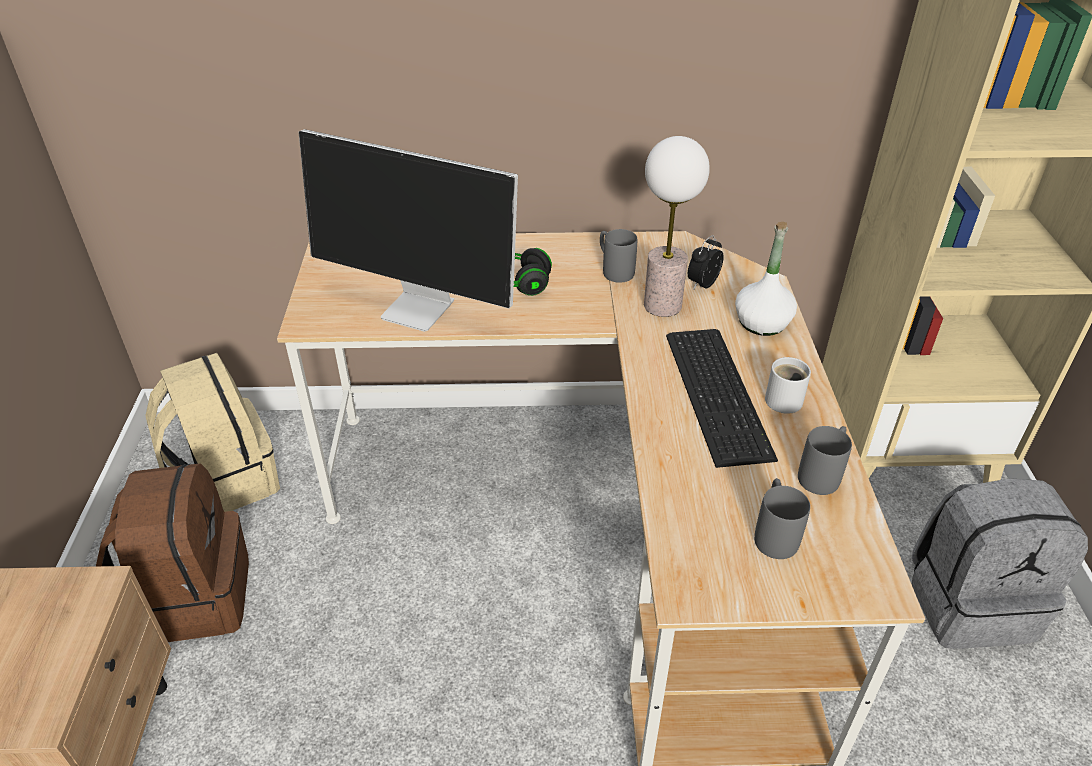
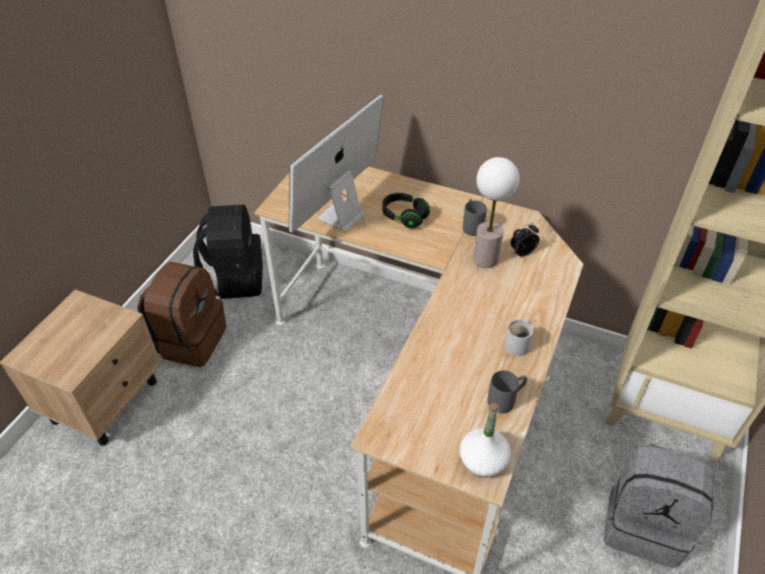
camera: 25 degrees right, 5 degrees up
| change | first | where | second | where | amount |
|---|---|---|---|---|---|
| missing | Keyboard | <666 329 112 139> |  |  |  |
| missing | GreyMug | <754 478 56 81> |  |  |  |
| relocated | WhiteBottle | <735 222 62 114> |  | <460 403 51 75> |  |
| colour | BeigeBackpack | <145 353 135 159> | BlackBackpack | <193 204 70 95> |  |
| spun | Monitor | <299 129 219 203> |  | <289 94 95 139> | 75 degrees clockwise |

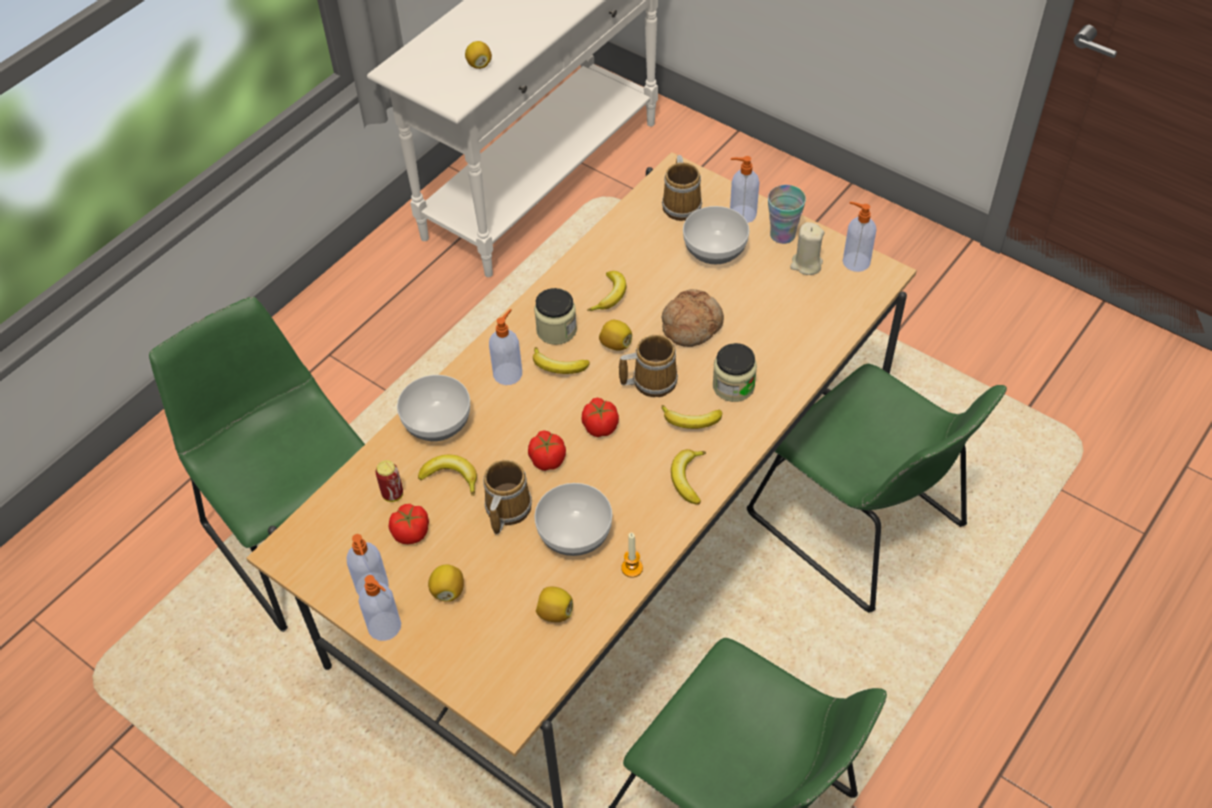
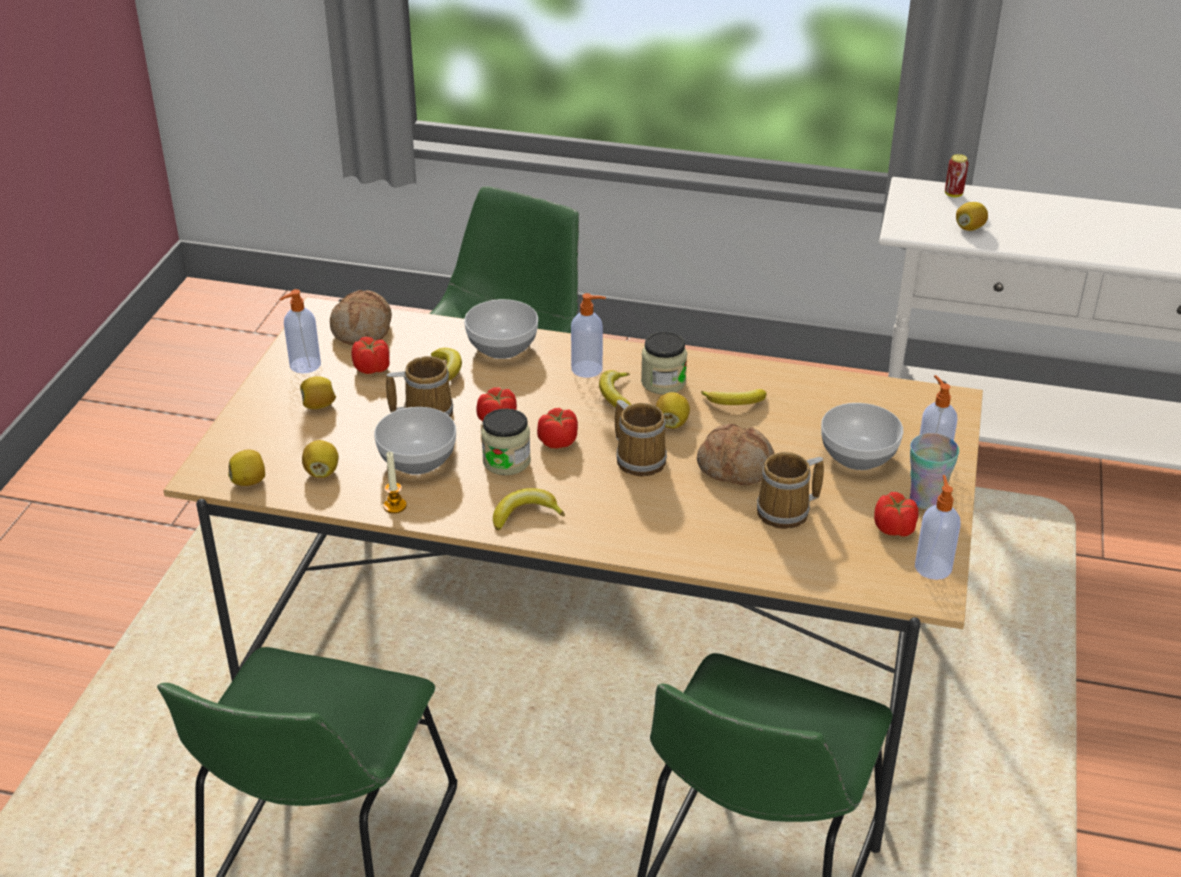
camera: 65 degrees right, 15 degrees down
| change | first | where | second | where | amount |
|---|---|---|---|---|---|
| missing | SoapDispenser | <359 575 42 66> |  |  |  |
| missing | Banana | <662 405 60 24> |  |  |  |
| appeared |  |  | Lemon | <228 450 37 36> |  |
| appeared |  |  | Bread | <330 290 62 55> |  |
| relocated | Can | <375 460 28 42> |  | <945 154 23 43> |  |
| relocated | Mug | <662 155 40 66> |  | <757 452 67 77> |  |
| relocated | Jar | <713 343 44 59> |  | <481 408 50 67> |  |
| exchanged | BeigeCandle | <790 222 34 53> | Tomato | <874 492 44 45> |  |

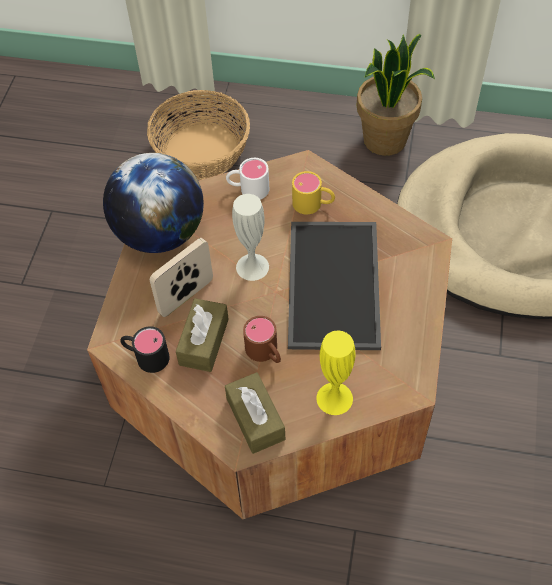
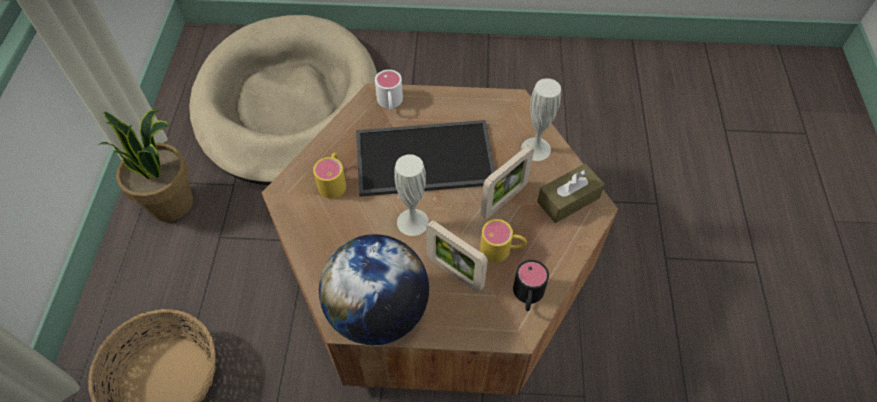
camera: 100 degrees left, 0 degrees up
| change | first | where | second | where | amount |
|---|---|---|---|---|---|
| relocated | WhiteMug | <226 158 43 42> |  | <375 70 28 41> |  |
| exchanged | BrownTissueBox | <176 298 53 74> | YellowMug | <480 219 47 43> |  |
| exchanged | BrownMug | <243 316 38 47> | PictureFrame | <481 145 53 74> |  |
| colour | YellowVase | <316 331 40 84> | WhiteVase | <521 78 40 83> |  |

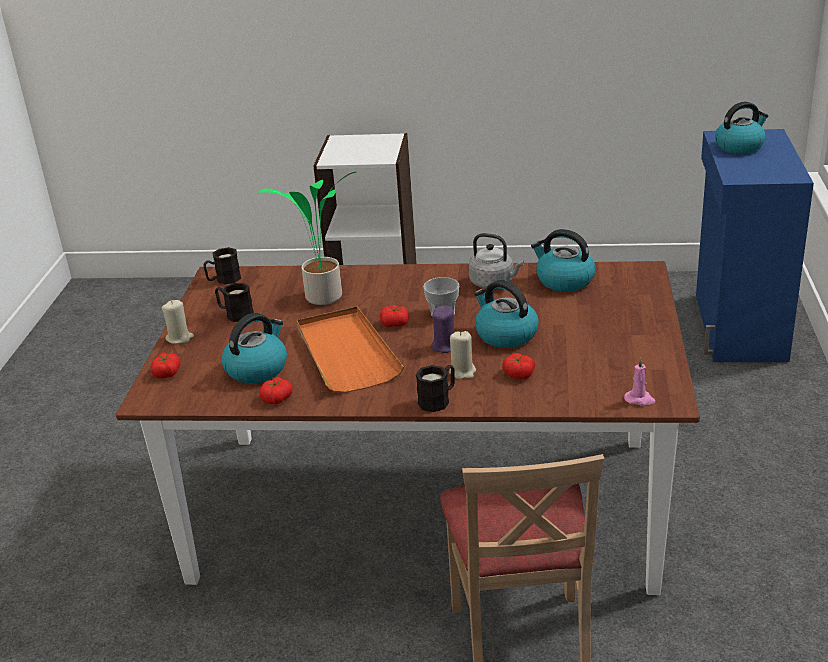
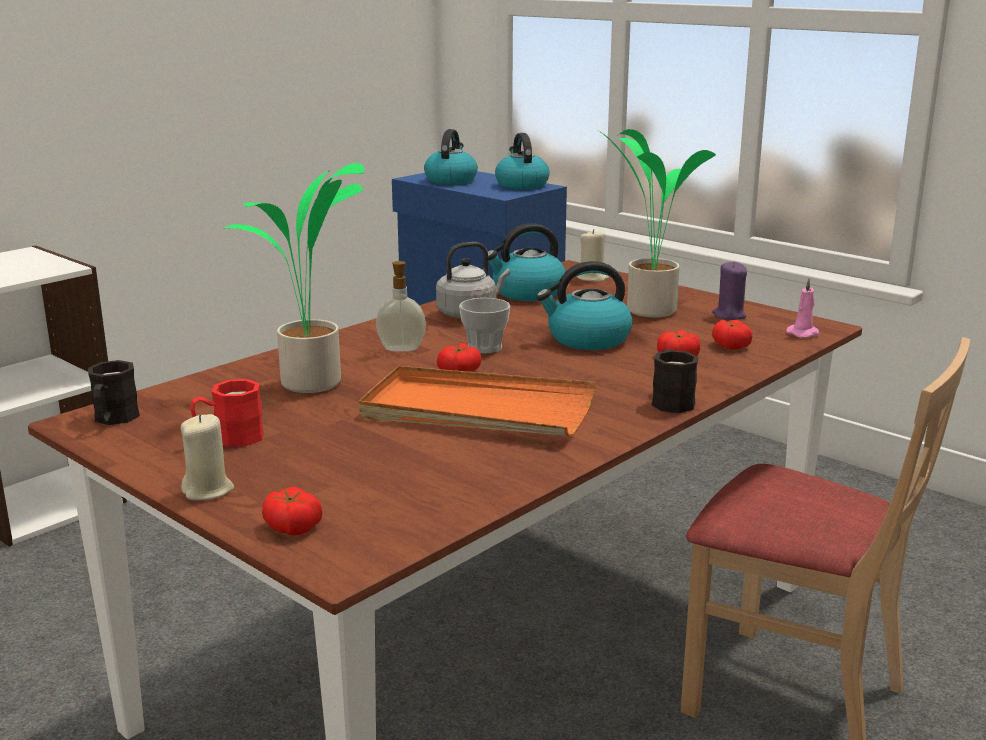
camera: 55 degrees left, 10 degrees down
| change | first | where | second | where | amount |
|---|---|---|---|---|---|
| appeared |  |  | SoapDispenser | <376 261 50 90> |  |
| appeared |  |  | PottedPlant | <597 129 119 189> |  |
| relocated | Kettle | <222 313 65 71> |  | <495 133 55 57> |  |
| relocated | Tomato | <259 377 34 27> |  | <712 320 41 30> |  |
| relocated | PurpleCandle | <431 306 23 47> |  | <712 261 35 59> |  |
| relocated | BeigeCandle | <449 331 27 48> |  | <576 229 33 53> |  |
| colour | BlackMug | <215 283 39 39> | RedMug | <190 379 74 68> |  |

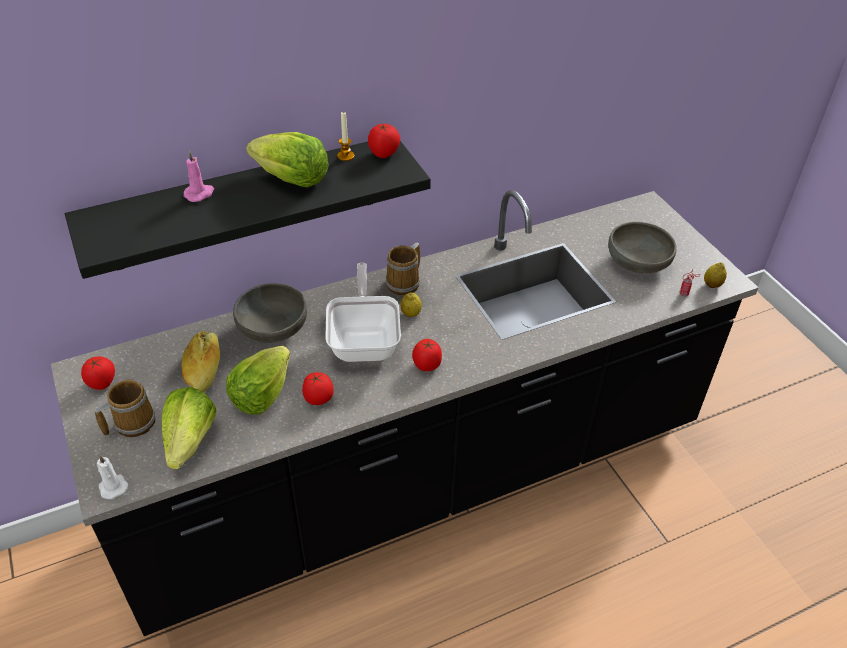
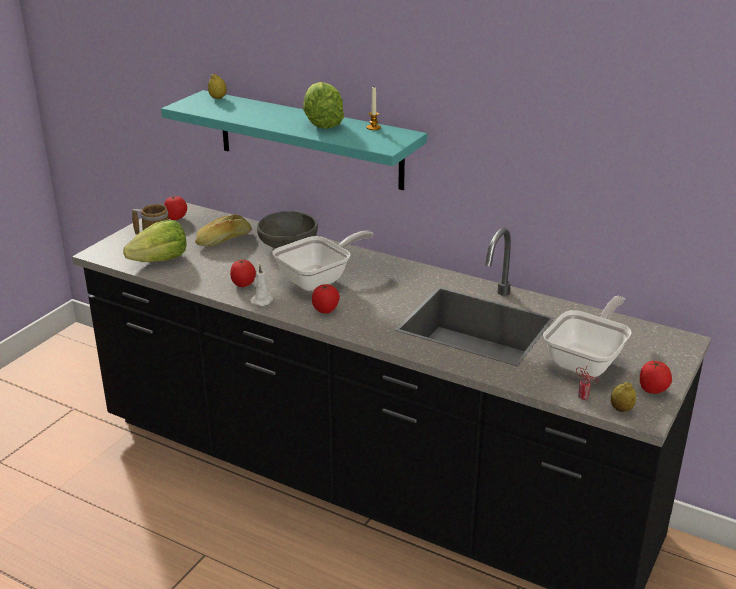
camera: 55 degrees right, 15 degrees down
| change | first | where | second | where | amount |
|---|---|---|---|---|---|
| missing | PinkCandle | <184 151 30 51> |  |  |  |
| missing | Lettuce | <226 346 64 69> |  |  |  |
| missing | Mug | <385 243 35 52> |  |  |  |
| relocated | WhiteCandle | <97 455 31 44> |  | <250 265 23 41> |  |
| relocated | Tomato | <368 123 32 35> |  | <640 360 32 34> |  |
| relocated | Lemon | <401 292 21 25> |  | <208 74 19 25> |  |
| exchanged | GreyBowl | <608 222 69 51> | FryingPan | <543 296 89 81> |  |
| colour | BlackShelf | <65 141 366 138> | TurquoiseShelf | <161 90 266 100> |  |

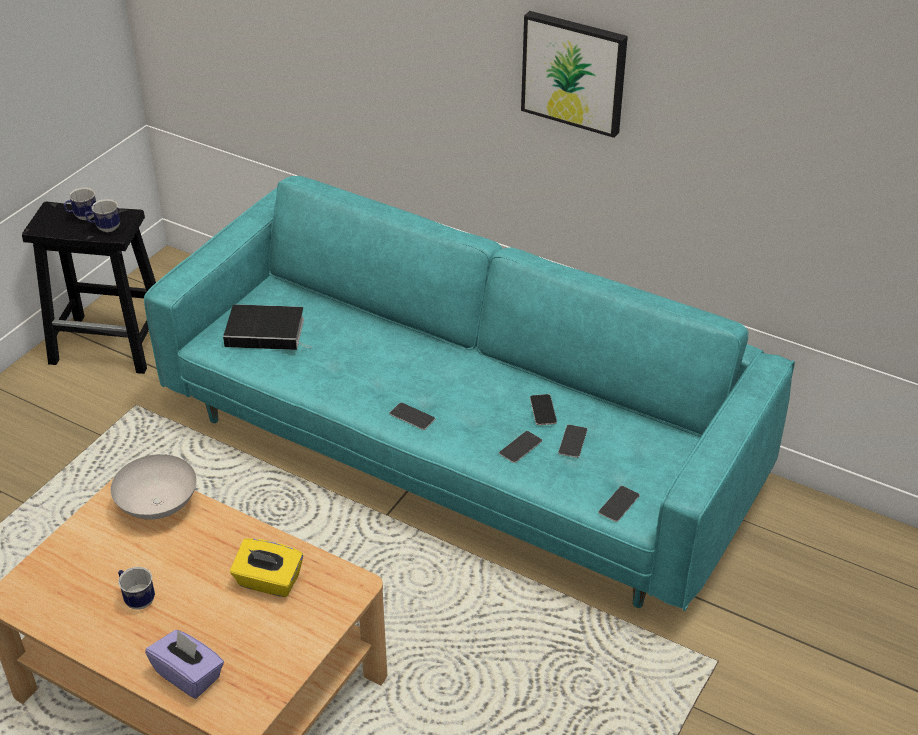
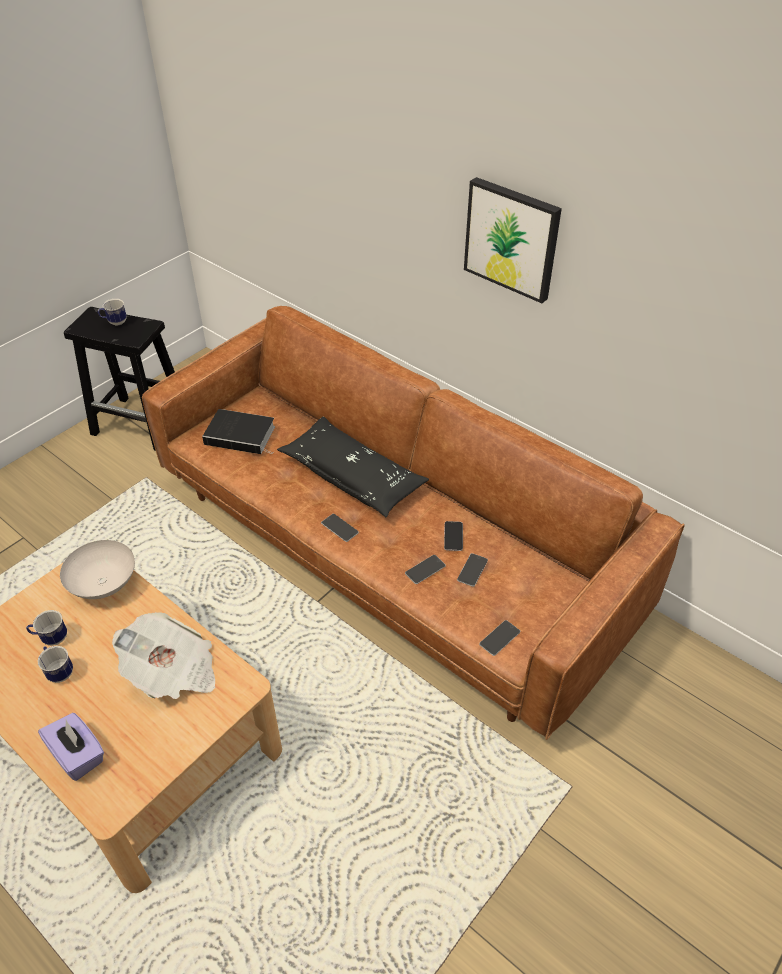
camera: 10 degrees right, 5 degrees up
| change | first | where | second | where | amount |
|---|---|---|---|---|---|
| appeared |  |  | BlackPillow | <277 416 152 101> |  |
| relocated | Mug | <85 199 35 33> |  | <26 610 41 36> |  |
| exchanged | YellowTissueBox | <230 538 73 59> | Newspaper | <112 612 103 87> |  |
| colour | TurquoiseSofa | <144 176 651 435> | BrownSofa | <142 306 543 434> |  |

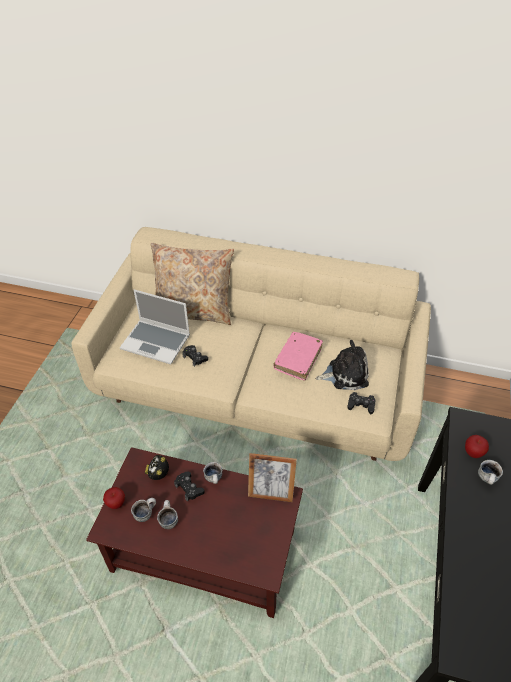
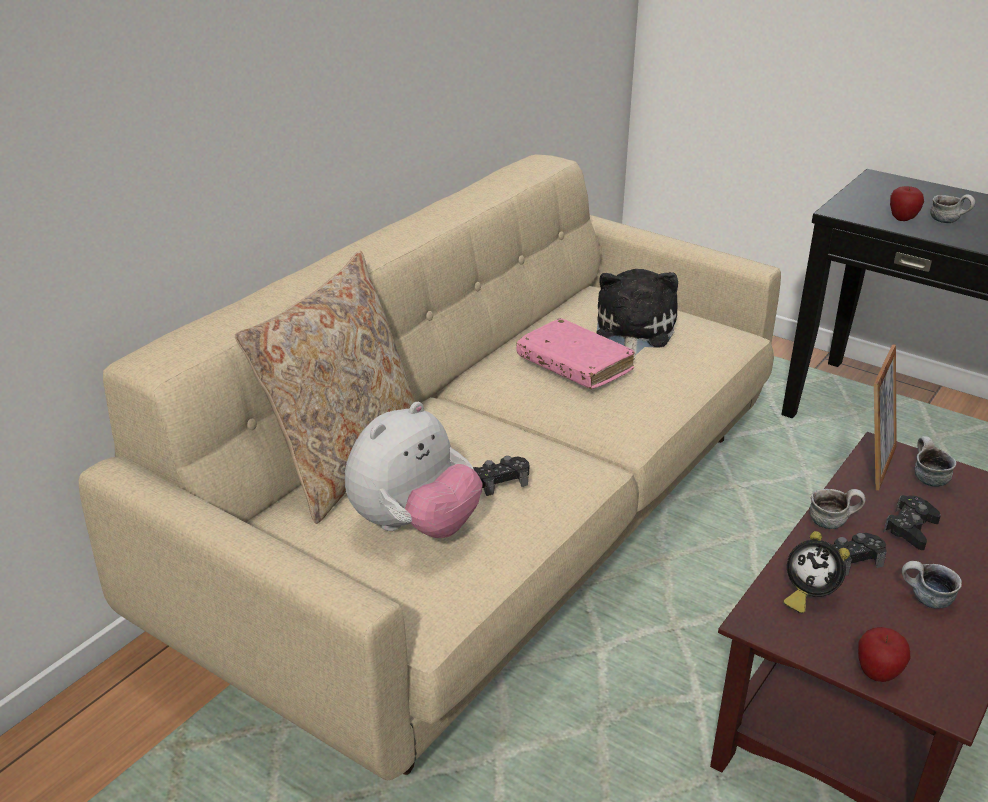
camera: 70 degrees left, 15 degrees down
| change | first | where | second | where | amount |
|---|---|---|---|---|---|
| relocated | Mug | <131 498 25 24> |  | <915 436 42 51> |  |
| relocated | BlackGameController | <348 392 28 22> |  | <883 495 58 55> |  |
| exchanged | Laptop | <120 289 70 76> | PlushToy | <345 402 138 136> |  |

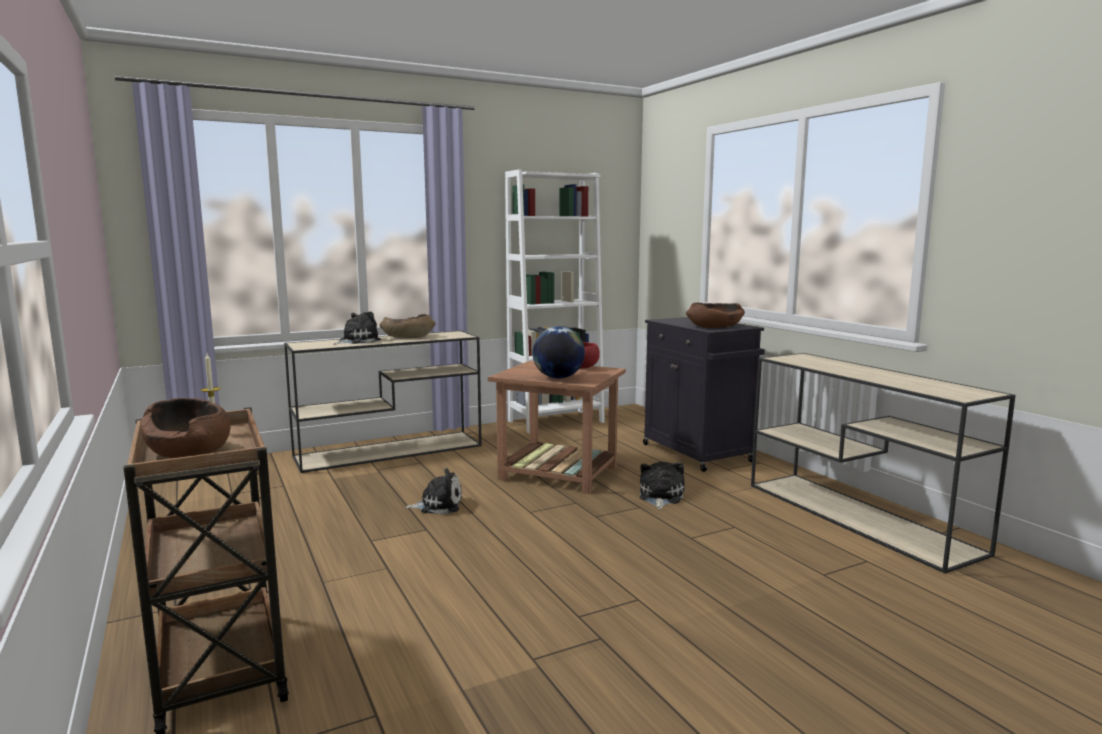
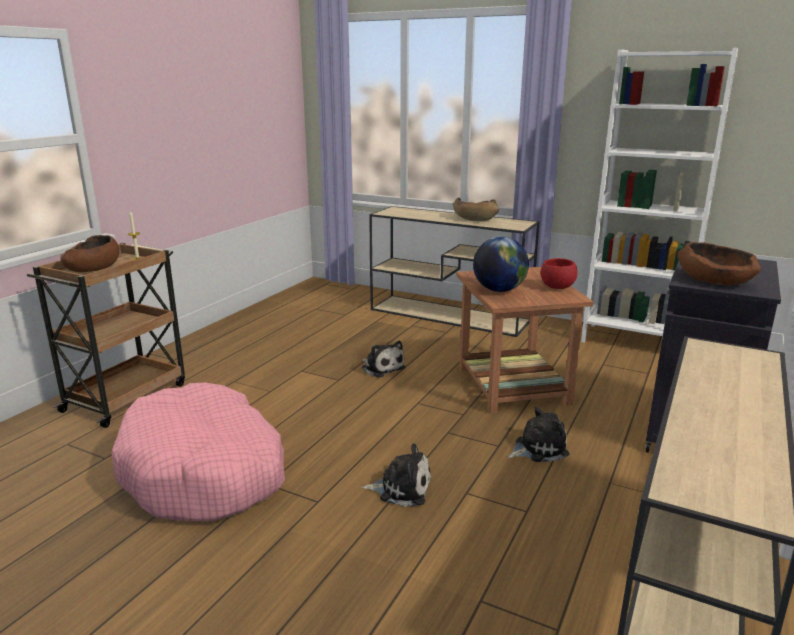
camera: 55 degrees right, 10 degrees up
| change | first | where | second | where | amount |
|---|---|---|---|---|---|
| appeared |  |  | PinkDogBed | <111 383 174 138> |  |
| relocated | PlushToy | <333 311 48 34> |  | <362 443 69 64> |  |

